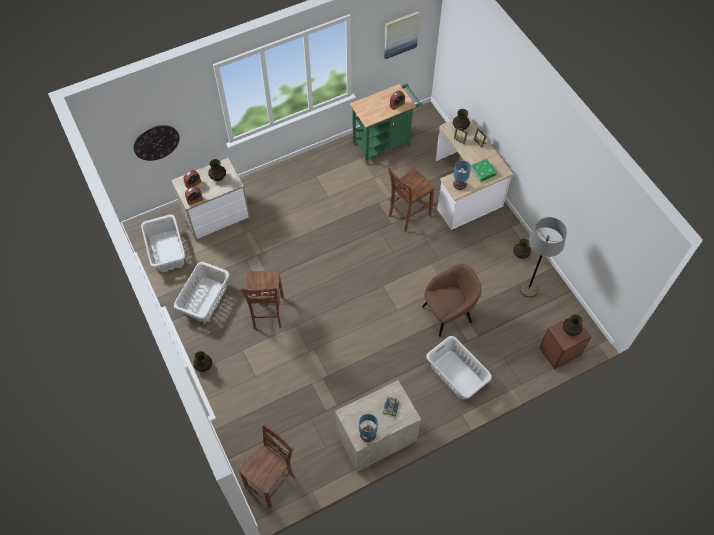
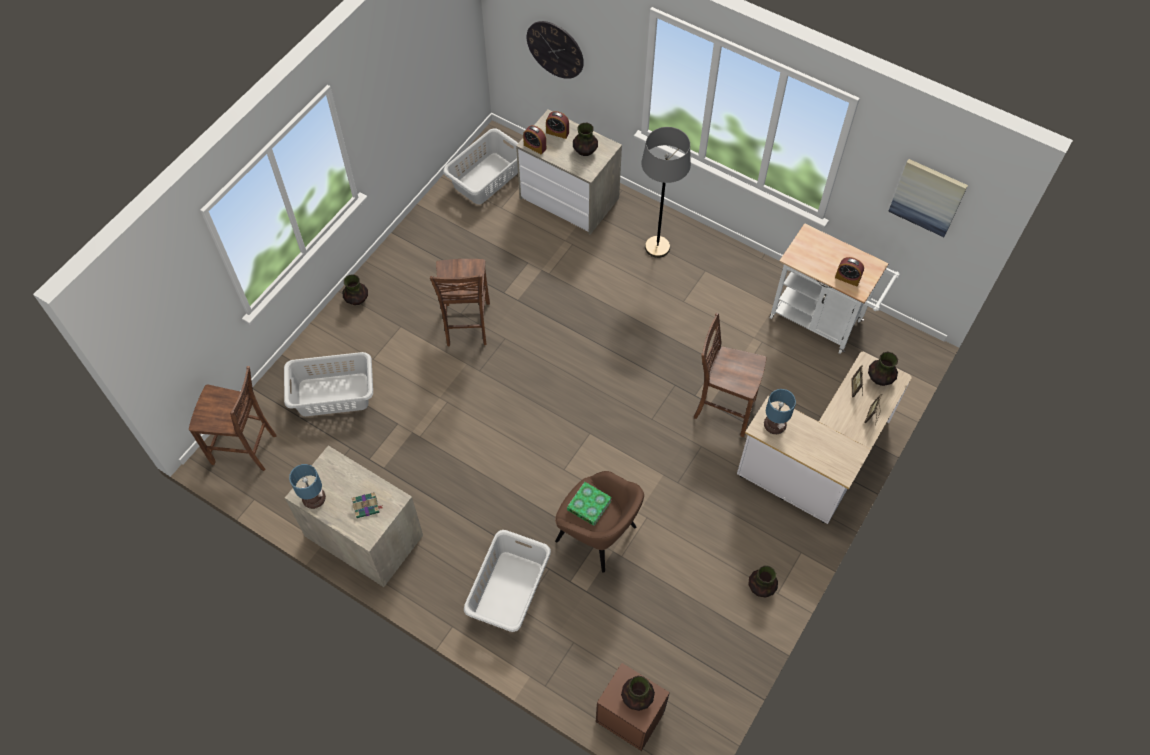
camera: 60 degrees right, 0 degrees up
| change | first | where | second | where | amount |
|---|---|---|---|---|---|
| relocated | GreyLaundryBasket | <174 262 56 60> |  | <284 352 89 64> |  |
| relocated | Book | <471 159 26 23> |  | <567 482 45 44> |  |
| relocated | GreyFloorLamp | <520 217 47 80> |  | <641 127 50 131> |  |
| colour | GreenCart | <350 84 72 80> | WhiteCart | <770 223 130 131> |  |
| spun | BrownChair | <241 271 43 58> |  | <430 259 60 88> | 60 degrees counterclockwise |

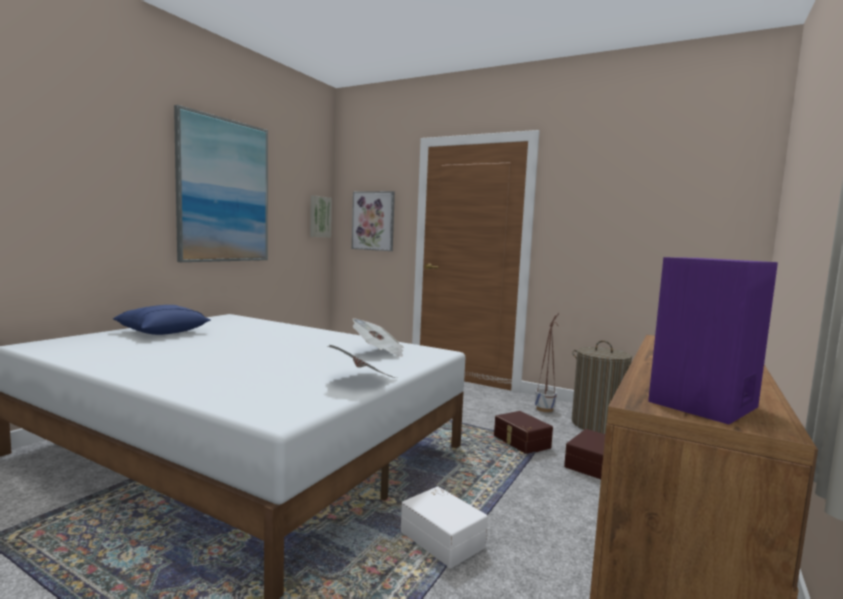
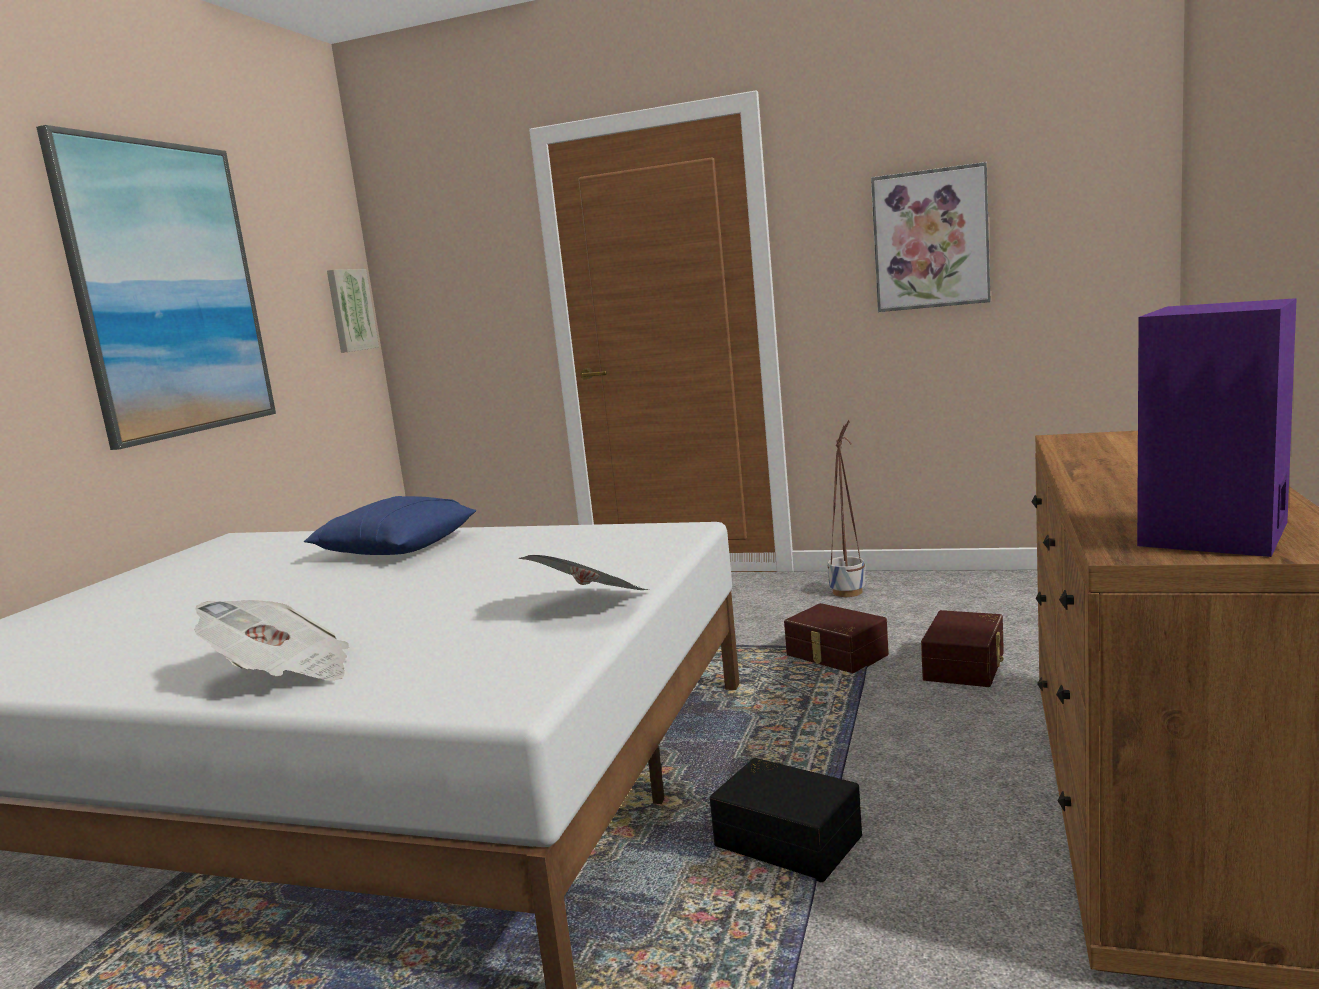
camera: 10 degrees left, 5 degrees up
| change | first | where | second | where | amount |
|---|---|---|---|---|---|
| missing | LaundryBasket | <572 340 60 94> |  |  |  |
| relocated | BluePillow | <113 305 98 30> |  | <304 496 172 59> |  |
| relocated | Picture | <352 191 43 60> |  | <871 162 120 150> |  |
| relocated | Newspaper | <353 318 51 39> |  | <194 600 155 80> |  |
| colour | WhiteStorageBox | <401 486 87 83> | BlackStorageBox | <710 758 152 124> |  |

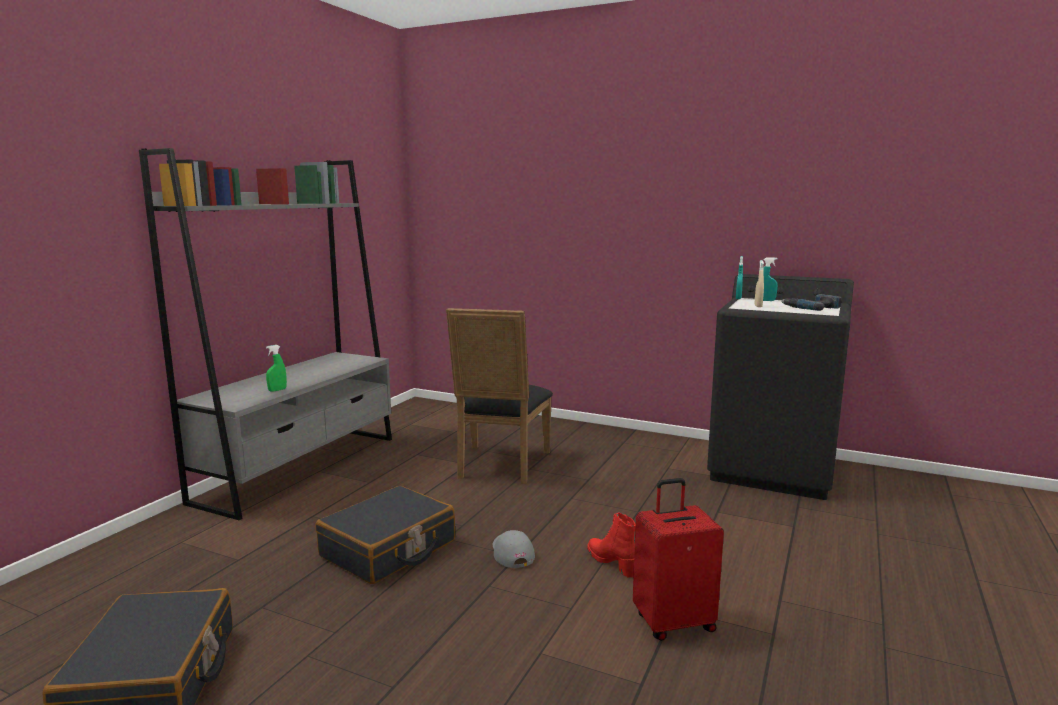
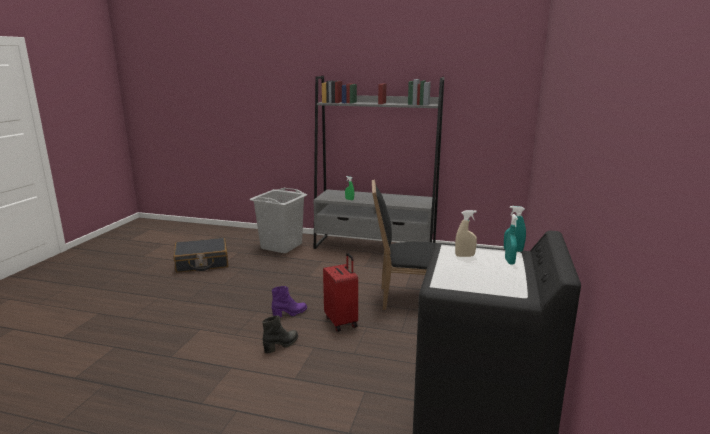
camera: 80 degrees right, 5 degrees up
| change | first | where | second | where | amount |
|---|---|---|---|---|---|
| missing | BlackSuitcase | <316 486 139 98> |  |  |  |
| missing | PowerDrill | <782 294 60 17> |  |  |  |
| appeared |  |  | GreyLaundryBasket | <250 188 57 65> |  |
| relocated | RedSuitcase | <633 478 91 163> |  | <323 253 35 79> |  |
| exchanged | GreyCap | <493 530 42 38> | PurpleBoot | <272 286 35 31> |  |
| colour | RedBoot | <587 512 49 66> | BlackBoot | <262 316 36 38> |  |

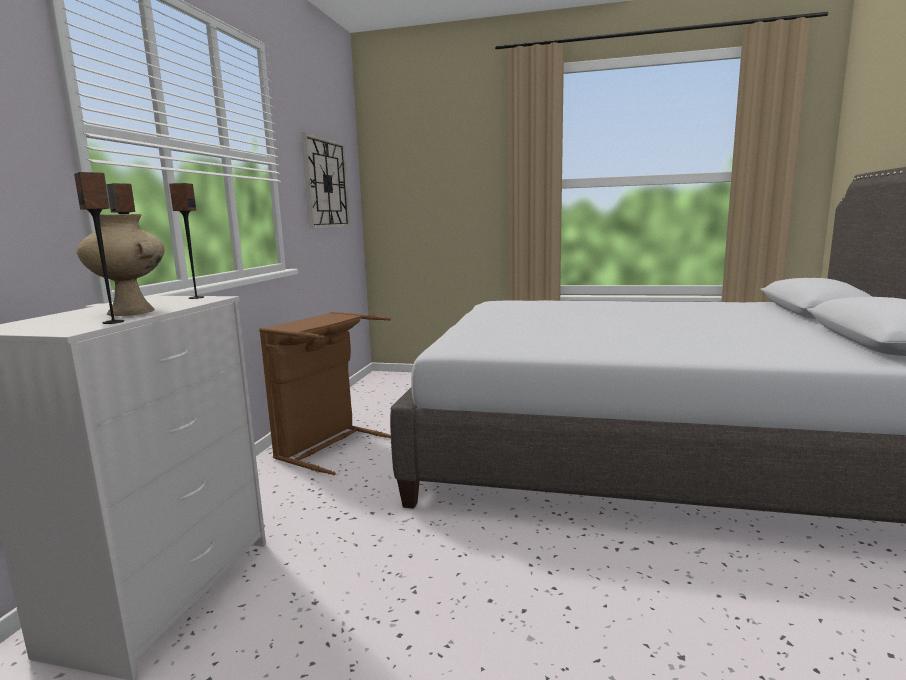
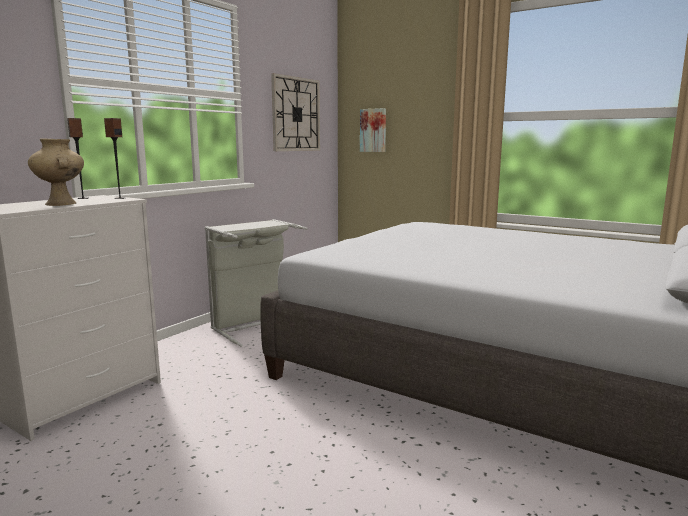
camera: 20 degrees right, 0 degrees up
| change | first | where | second | where | amount |
|---|---|---|---|---|---|
| missing | Speaker | <74 172 50 152> |  |  |  |
| appeared |  |  | Picture | <360 108 26 44> |  |
| colour | BrownLaundryBasket | <259 312 132 163> | GreyLaundryBasket | <205 219 103 128> |  |

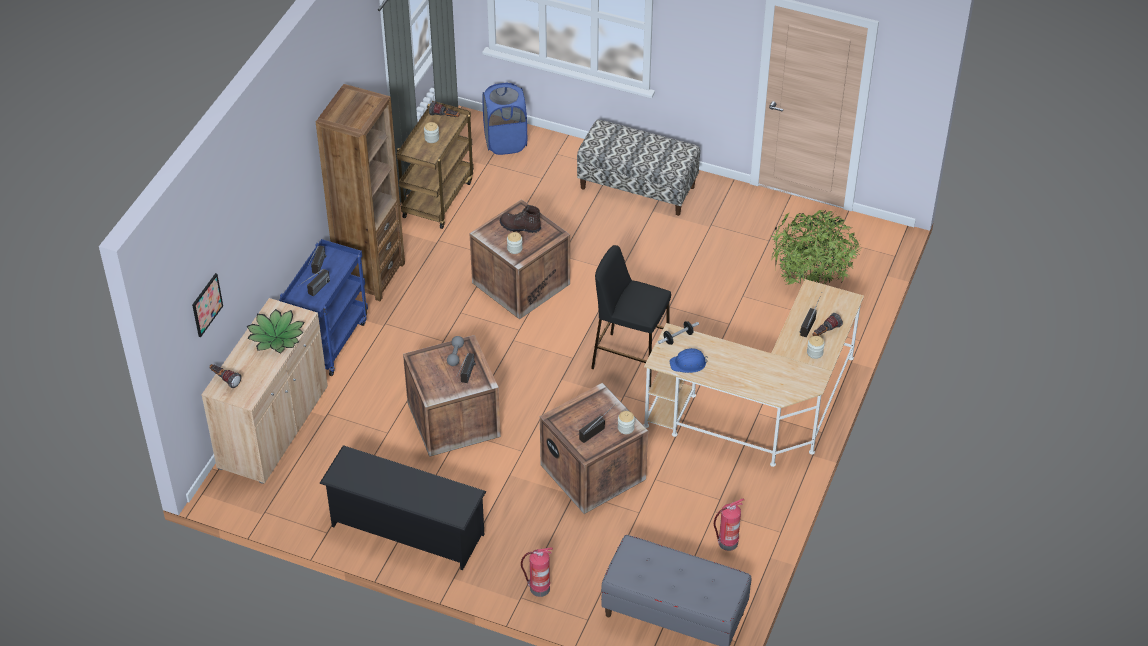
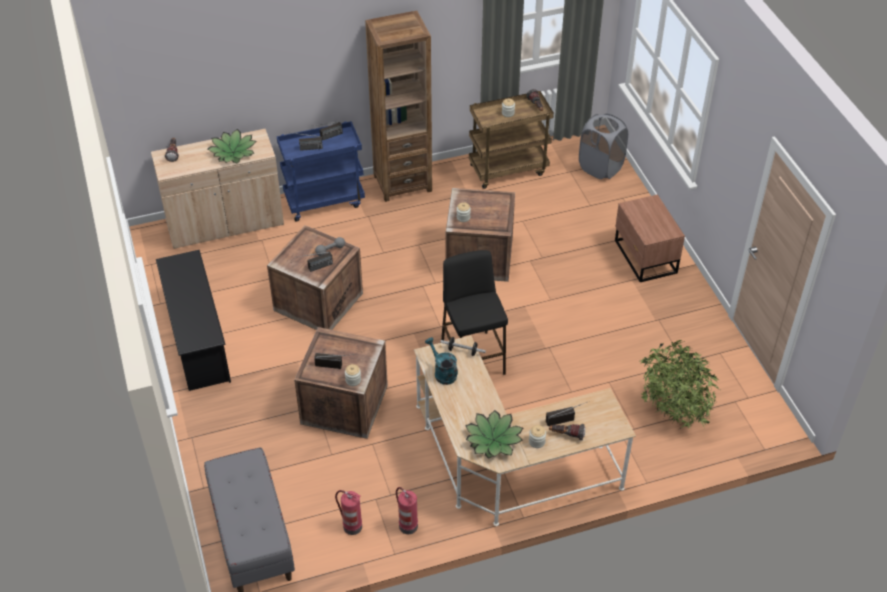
camera: 50 degrees right, 0 degrees up
| change | first | where | second | where | amount |
|---|---|---|---|---|---|
| missing | Picture | <192 273 31 64> |  |  |  |
| missing | BrownBoot | <500 205 41 28> |  |  |  |
| appeared |  |  | PottedPlant | <465 410 58 49> |  |
| relocated | FireExtinguisher | <521 548 32 49> |  | <396 487 22 47> |  |
| exchanged | Bench | <577 119 123 97> | BrownNightstand | <615 194 70 88> |  |
| exchanged | BlueHardHat | <670 348 38 25> | TurquoiseWateringCan | <425 337 33 48> |  |
| colour | BlueLaundryBasket | <482 83 45 72> | GreyLaundryBasket | <579 114 49 65> |  |

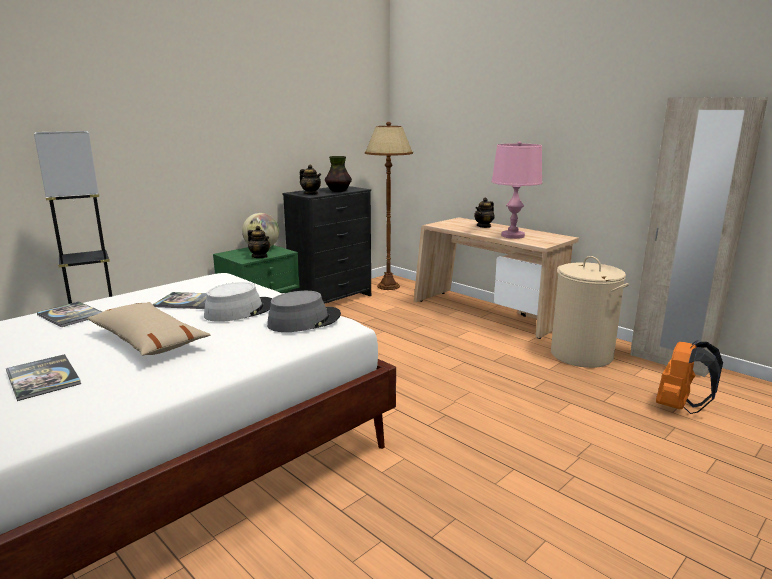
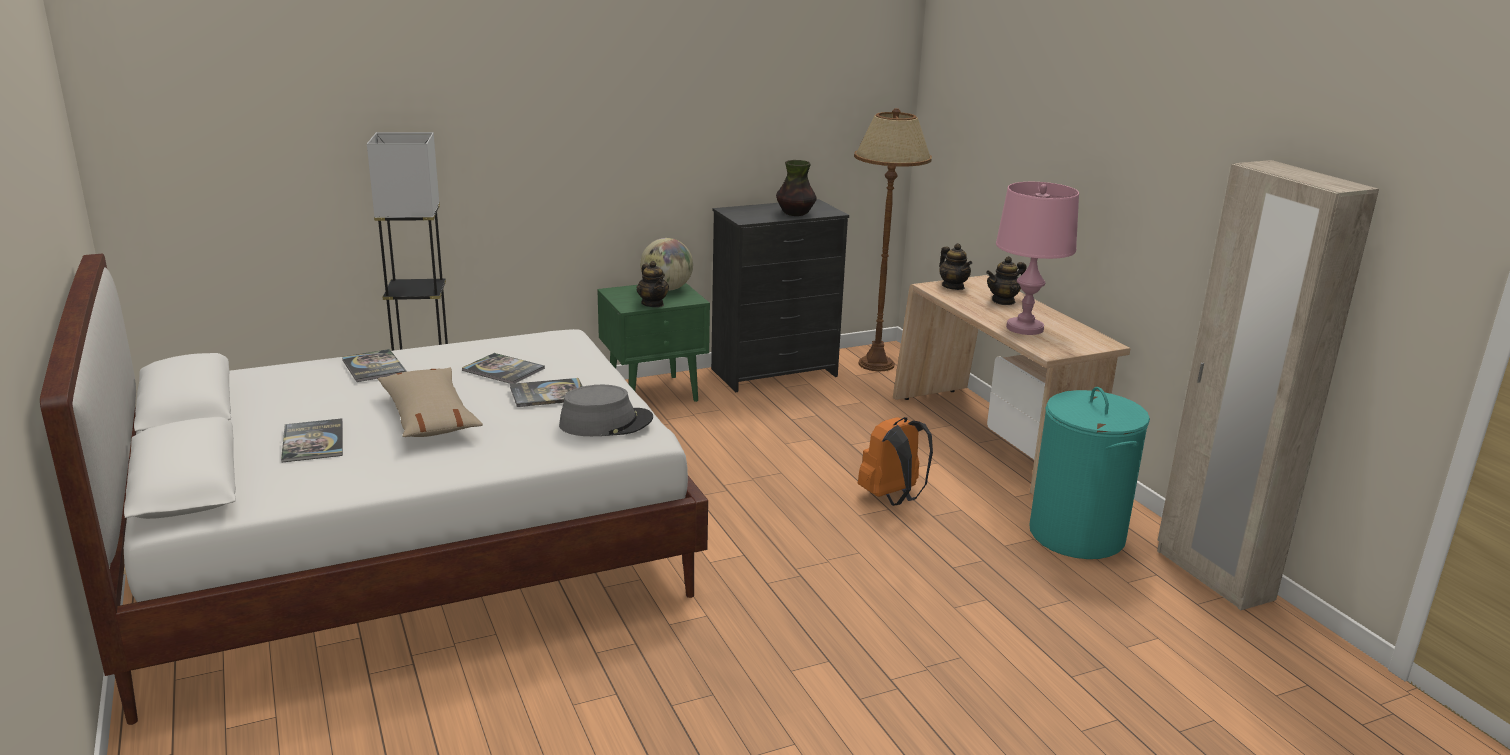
camera: 20 degrees right, 5 degrees up
| change | first | where | second | where | amount |
|---|---|---|---|---|---|
| relocated | Teapot | <300 164 21 31> |  | <939 243 33 47> |  |
| relocated | OrangeBackpack | <656 340 67 74> |  | <858 417 75 89> |  |
| exchanged | GreyHat | <204 282 68 40> | Book | <510 378 73 29> |  |
| colour | BeigeLaundryBasket | <551 256 78 112> | TurquoiseLaundryBasket | <1029 387 121 172> |  |

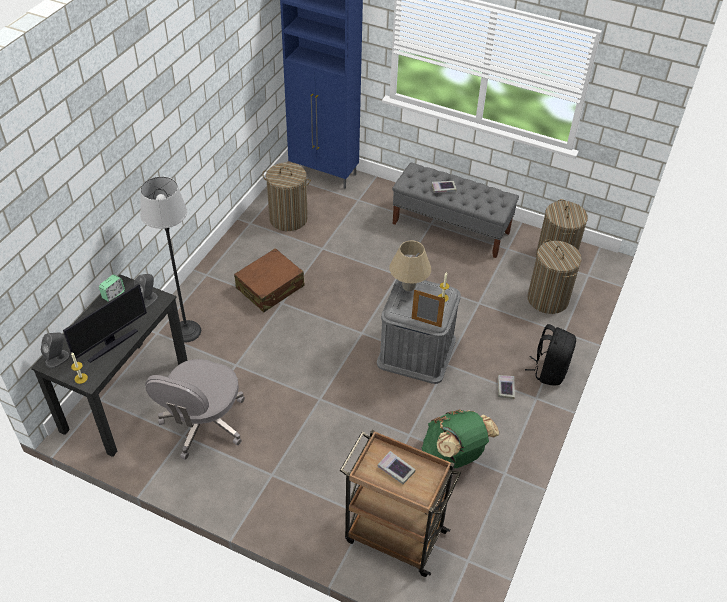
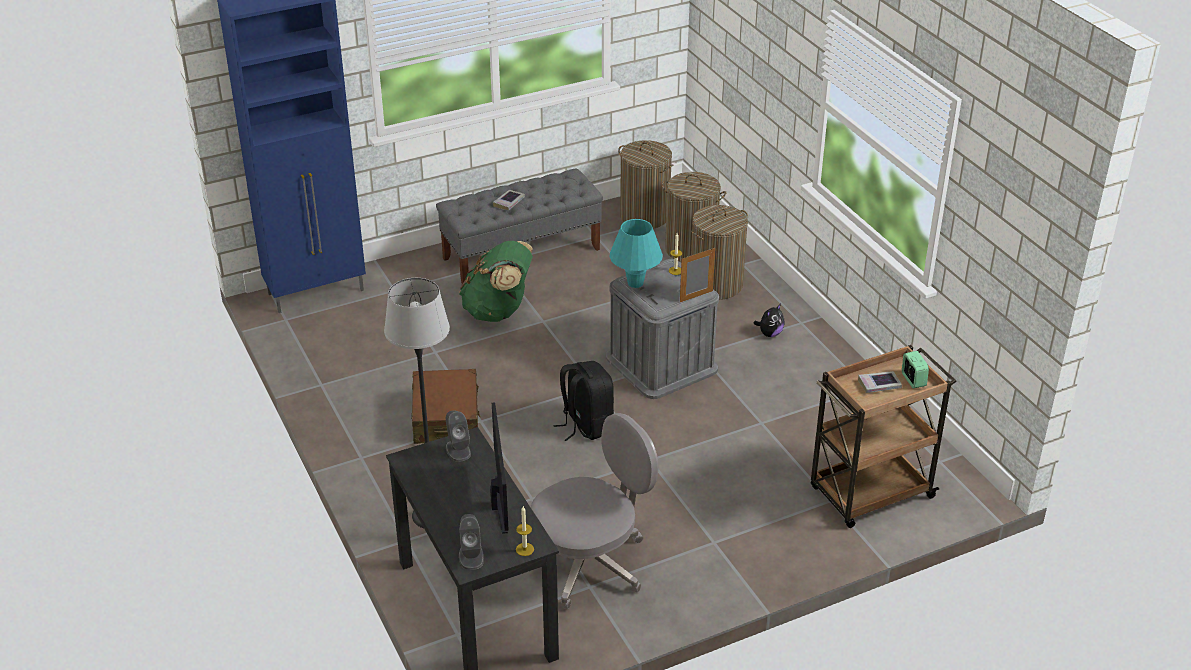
camera: 50 degrees left, 10 degrees down
| change | first | where | second | where | amount |
|---|---|---|---|---|---|
| relocated | AlarmClock | <99 274 26 28> |  | <902 351 27 38> |  |
| relocated | LaundryBasket | <262 162 49 69> |  | <691 205 57 95> |  |
| relocated | GreenBackpack | <422 409 77 59> |  | <459 241 74 81> |  |
| relocated | BlackBackpack | <525 324 51 61> |  | <553 361 61 80> |  |
| exchanged | Book | <498 375 17 24> | PlushToy | <754 304 31 33> |  |
| colour | BeigeTableLamp | <389 240 42 51> | TurquoiseTableLamp | <610 219 53 69> |  |
| spun | GreyOfficeChair | <145 359 100 101> |  | <531 413 128 196> | 90 degrees counterclockwise |

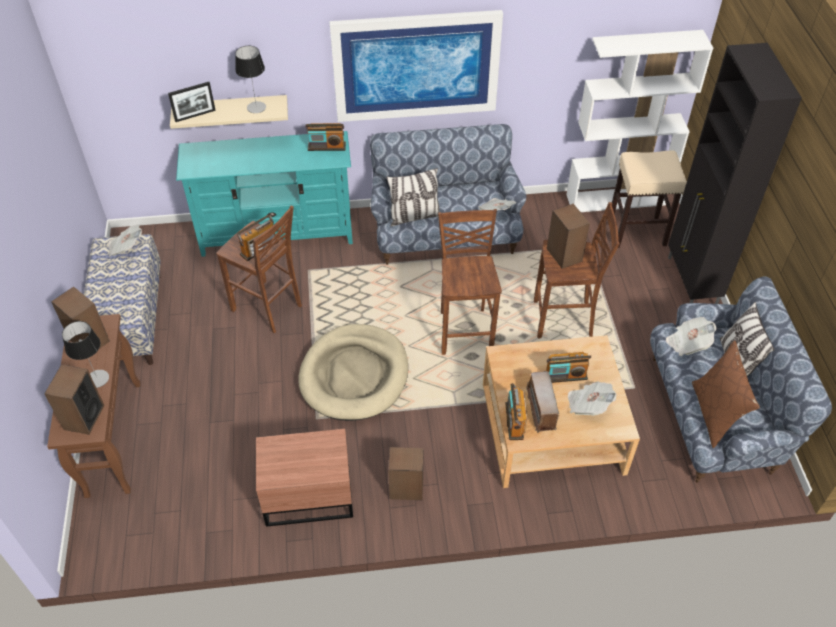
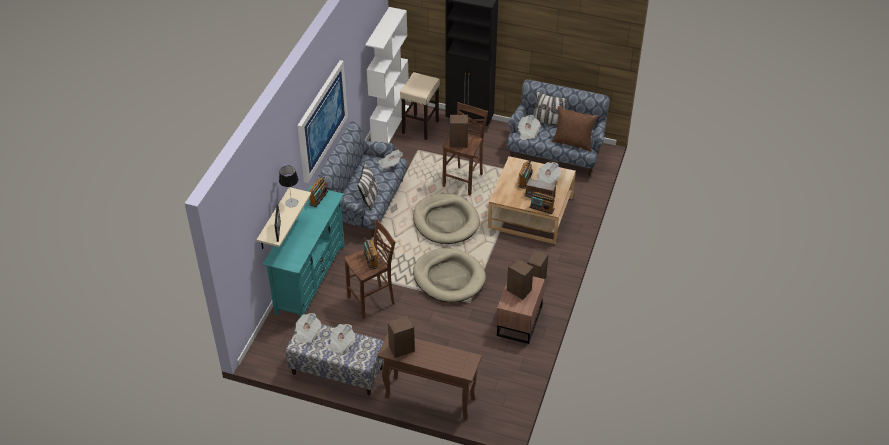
camera: 65 degrees left, 5 degrees down
| change | first | where | second | where | amount |
|---|---|---|---|---|---|
| missing | TableLamp | <62 321 47 67> |  |  |  |
| appeared |  |  | Newspaper | <327 324 28 30> |  |
| relocated | Speaker | <44 364 60 71> |  | <507 259 26 40> |  |
| exchanged | BrownStool | <438 209 64 146> | BeigeDogBed | <413 193 67 51> |  |

